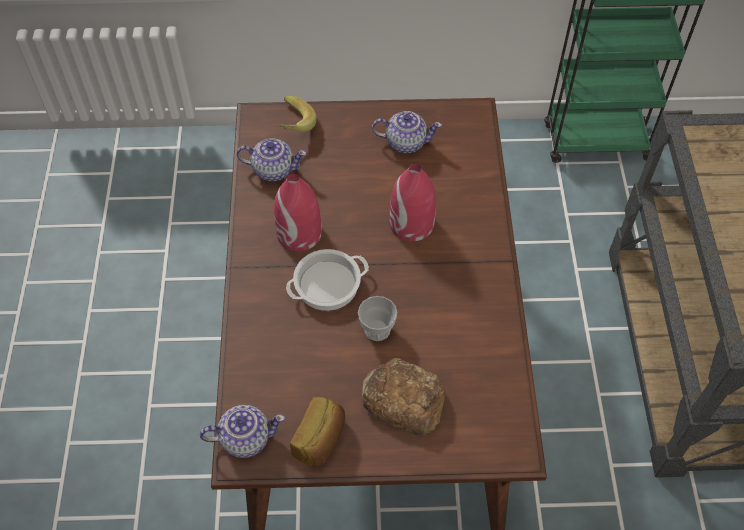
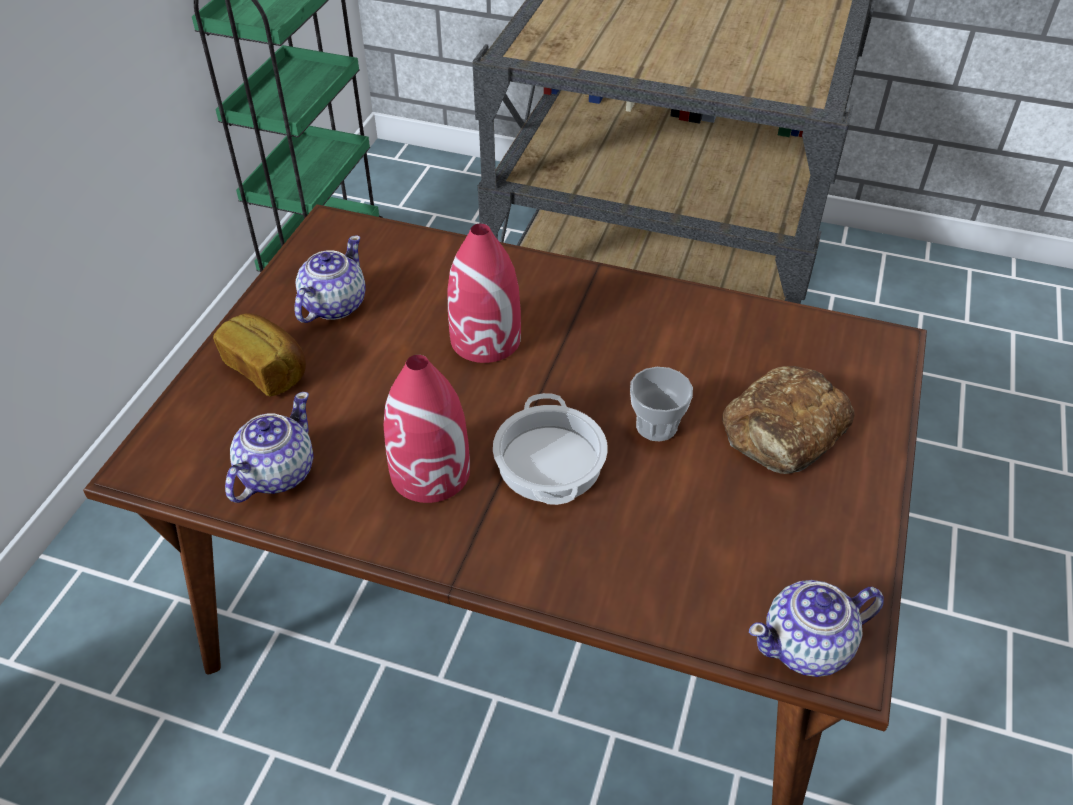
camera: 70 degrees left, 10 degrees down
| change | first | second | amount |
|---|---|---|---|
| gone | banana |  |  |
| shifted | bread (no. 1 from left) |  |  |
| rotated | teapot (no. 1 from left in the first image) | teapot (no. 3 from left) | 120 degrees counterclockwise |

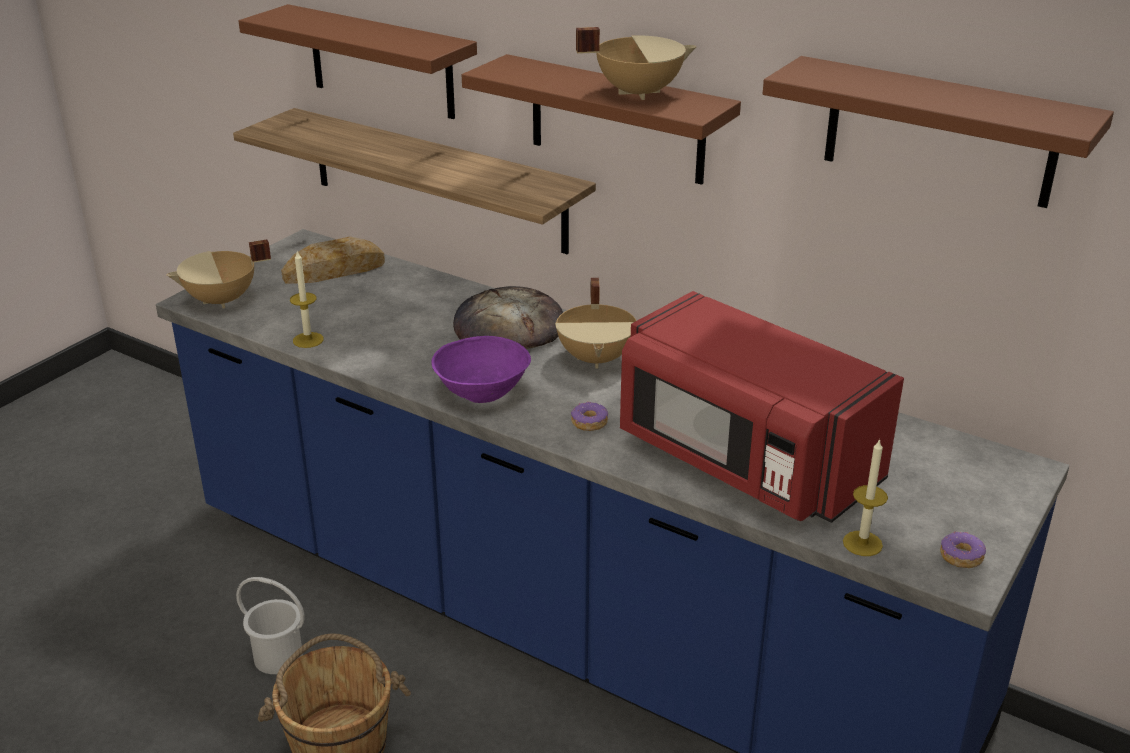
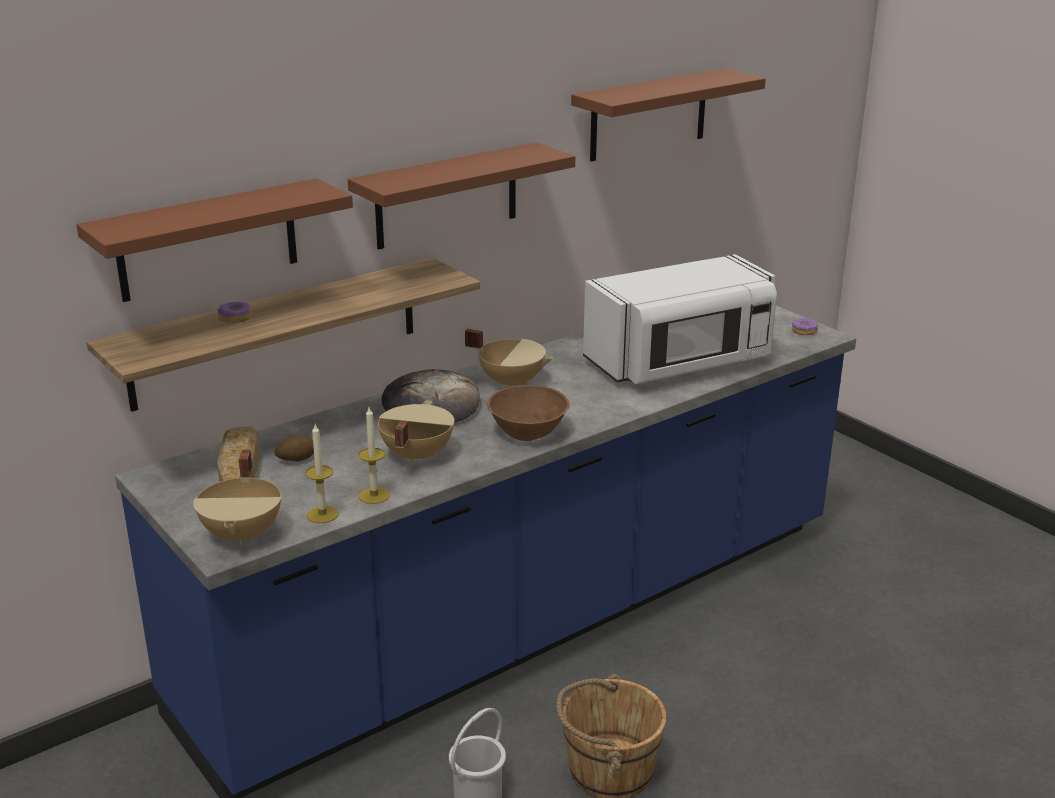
camera: 70 degrees left, 5 degrees down
| change | first | second | amount |
|---|---|---|---|
| shifted | beige cooking pot (no. 3 from left in the first image) | beige cooking pot (no. 2 from left) |  |
| repainted | red microwave | white microwave |  |
| repainted | purple bowl | brown bowl |  |
| shifted | donut (no. 1 from left) |  |  |
| shifted | candle (no. 2 from left in the first image) | candle (no. 1 from left) |  |
| new |  | potato |  |

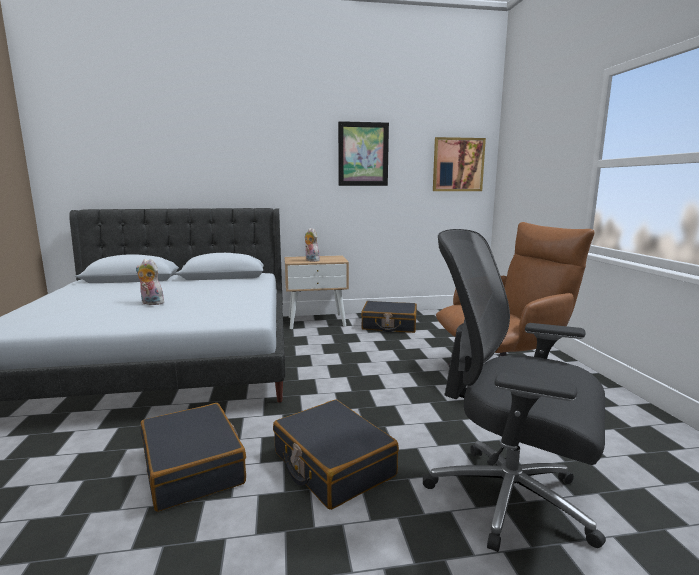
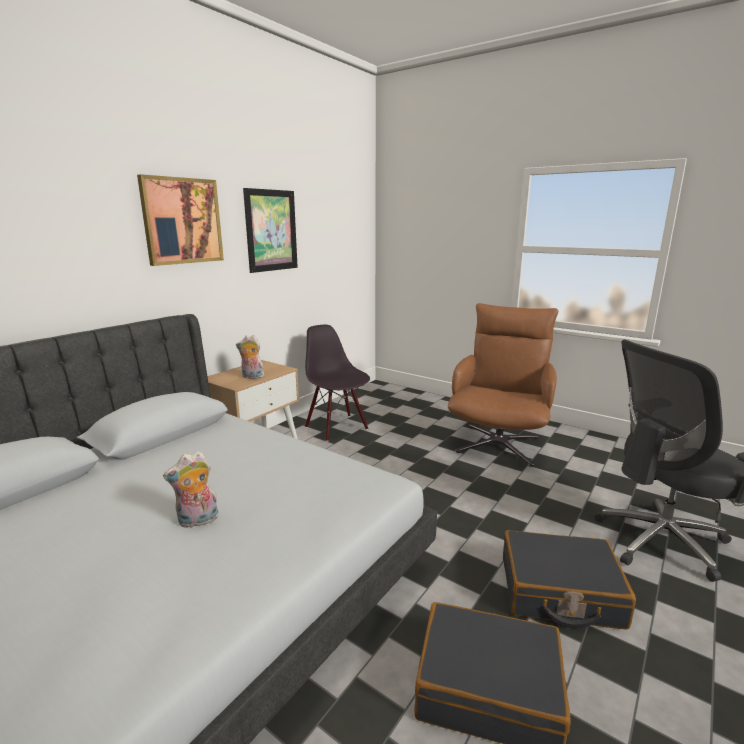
camera: 45 degrees left, 5 degrees up
| change | first | second | amount |
|---|---|---|---|
| shifted | picture (no. 2 from left in the first image) | picture (no. 1 from left) |  |
| swapped | black suitcase (no. 3 from left) | black chair |  |

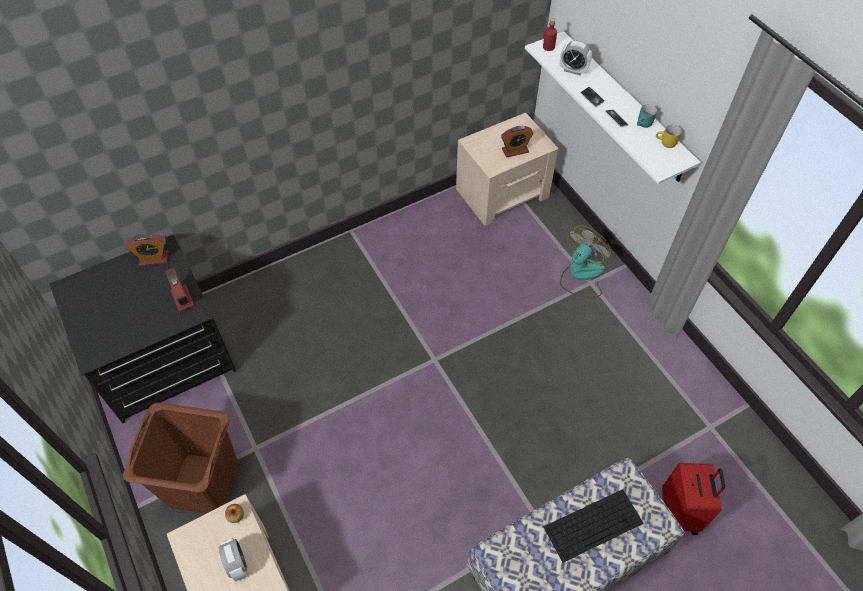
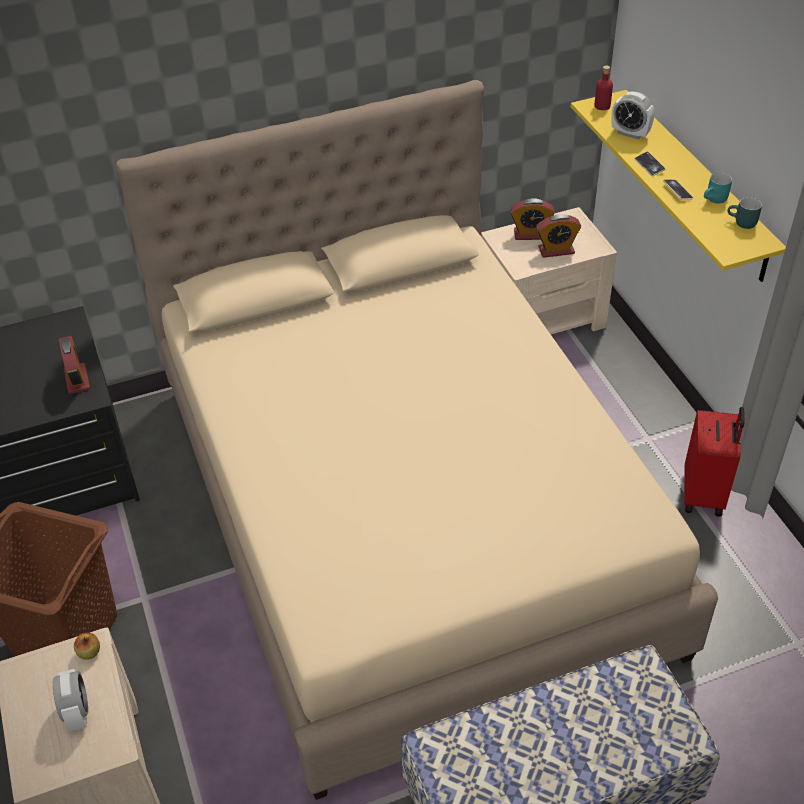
camera: 10 degrees right, 10 degrees down
| change | first | second | amount |
|---|---|---|---|
| repainted | white shelf | yellow shelf |  |
| repainted | yellow mug | turquoise mug (no. 2 from left) |  |
| gone | fan |  |  |
| shifted | alarm clock (no. 1 from left in the first image) | alarm clock (no. 3 from left) |  |
| shifted | red suitcase |  |  |
| gone | keyboard |  |  |
| new |  | beige bed |  |

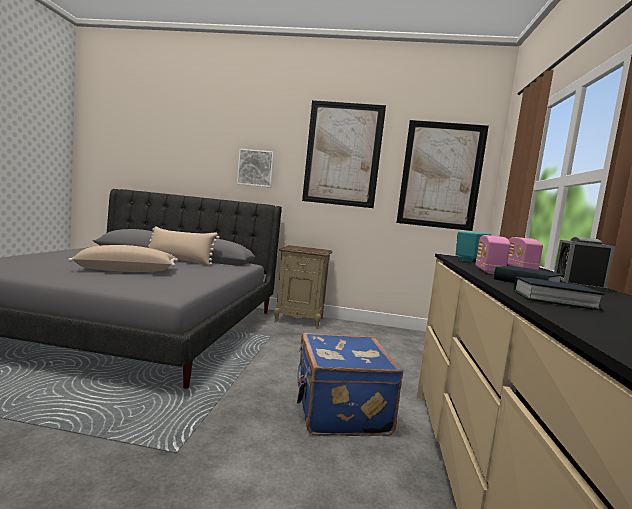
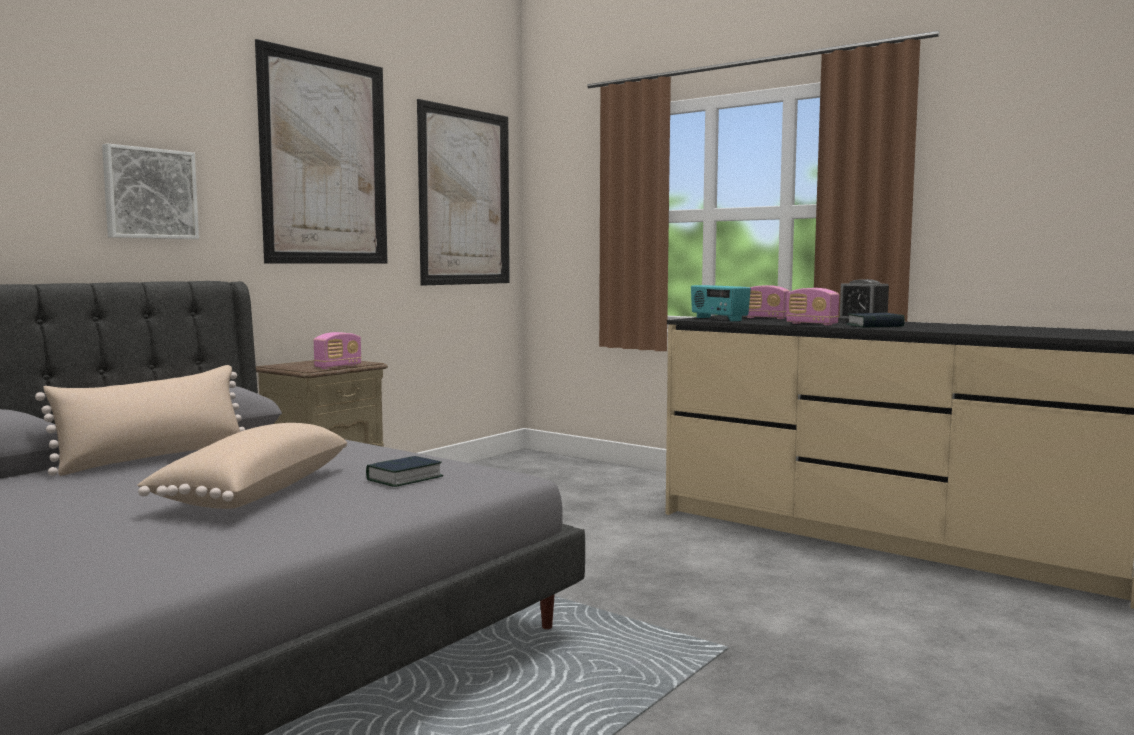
camera: 60 degrees left, 0 degrees up
| change | first | second | amount |
|---|---|---|---|
| shifted | book (no. 2 from left in the first image) | book (no. 1 from left) |  |
| gone | blue suitcase |  |  |
| new |  | radio (no. 1 from left) |  |

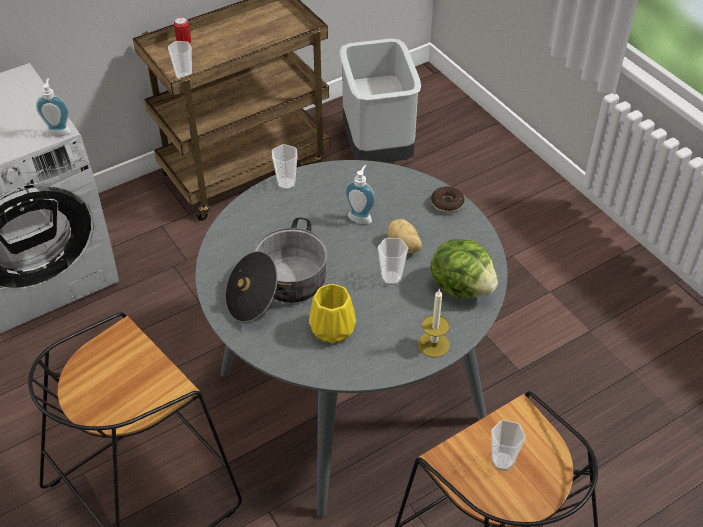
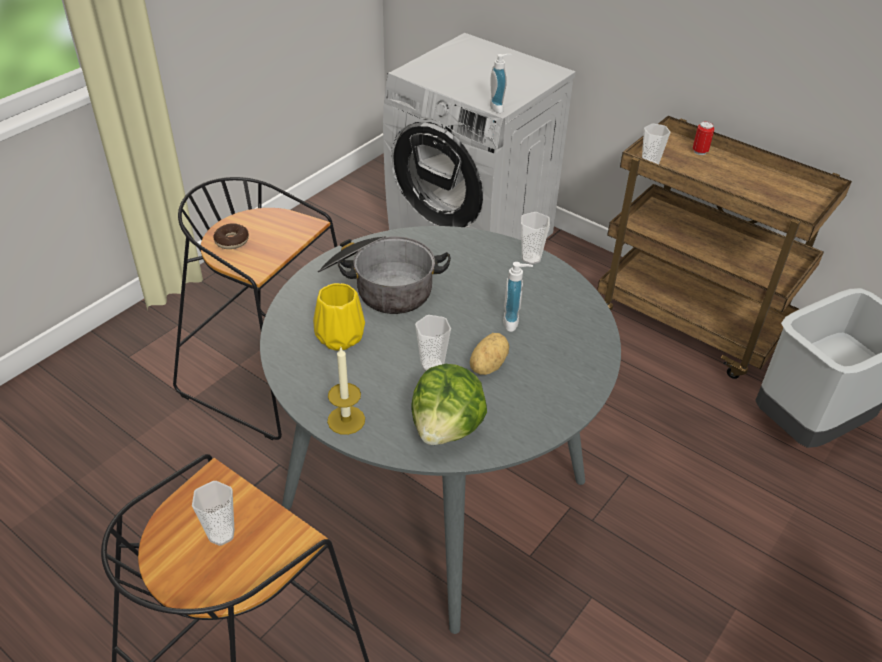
camera: 70 degrees right, 5 degrees down
| change | first | second | amount |
|---|---|---|---|
| shifted | donut |  |  |

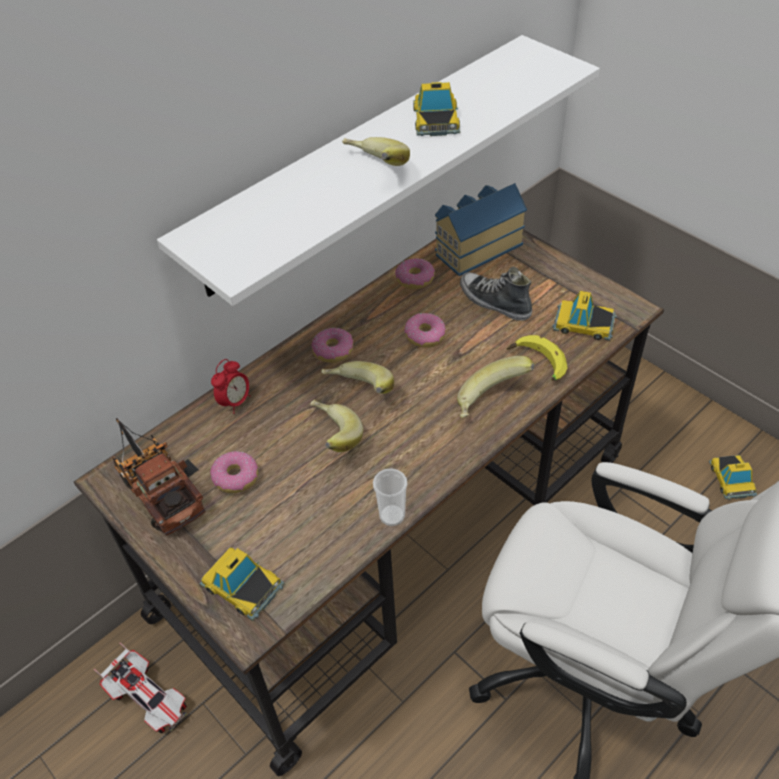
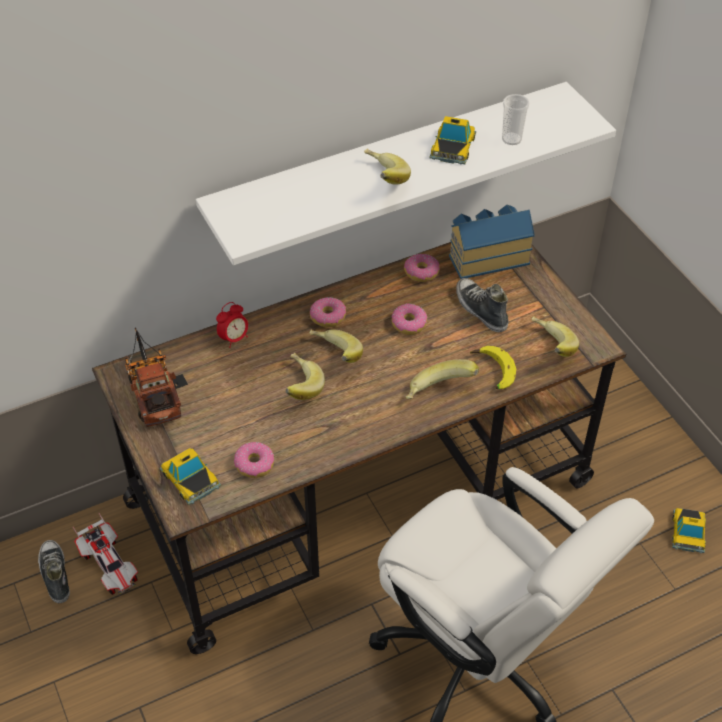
camera: 15 degrees right, 0 degrees up
| change | first | second | amount |
|---|---|---|---|
| swapped | toy car (no. 4 from left) | banana (no. 6 from left) |  |
| shifted | donut (no. 1 from left) |  |  |
| shifted | cup |  |  |
| new |  | shoe (no. 1 from left) |  |

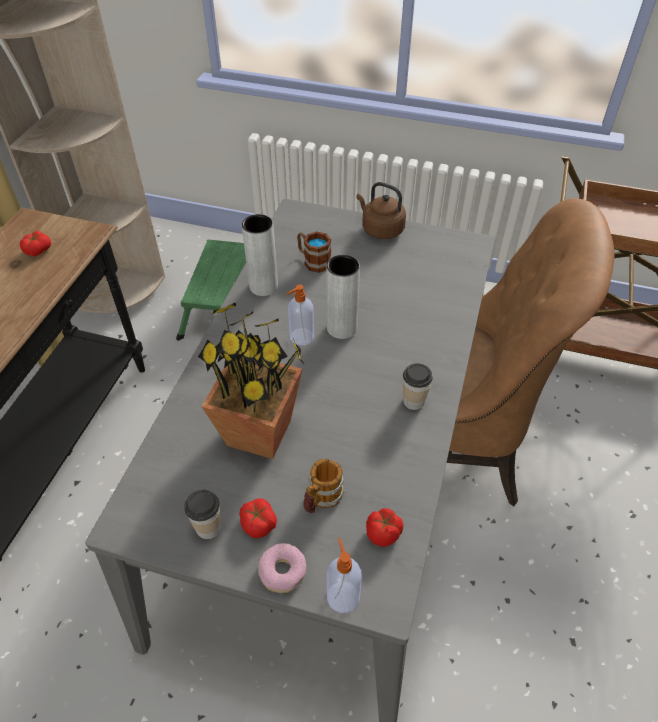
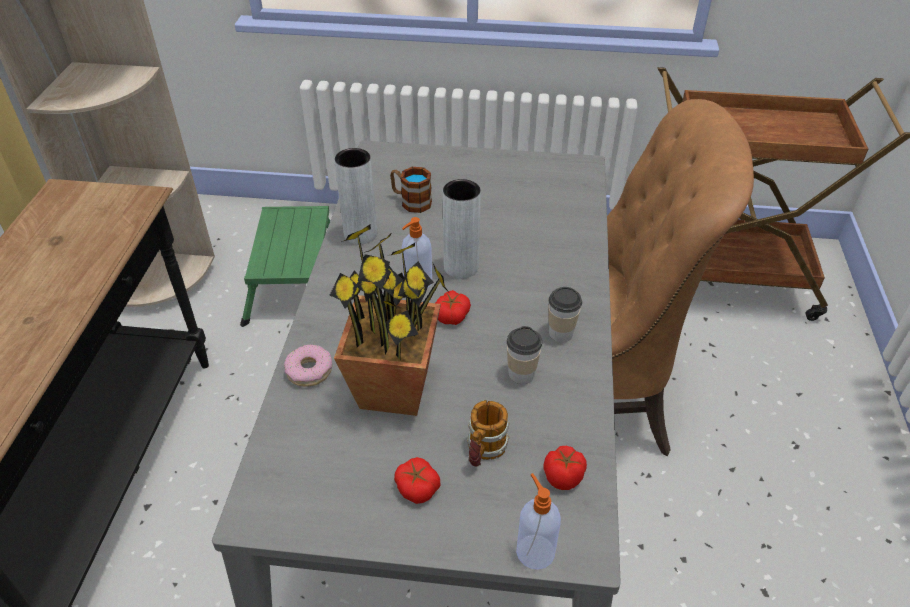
camera: 10 degrees left, 5 degrees down
| change | first | second | amount |
|---|---|---|---|
| gone | brown kettle |  |  |
| shifted | tomato (no. 1 from left in the first image) | tomato (no. 2 from left) |  |
| shifted | cup (no. 1 from left) |  |  |
| shifted | donut |  |  |

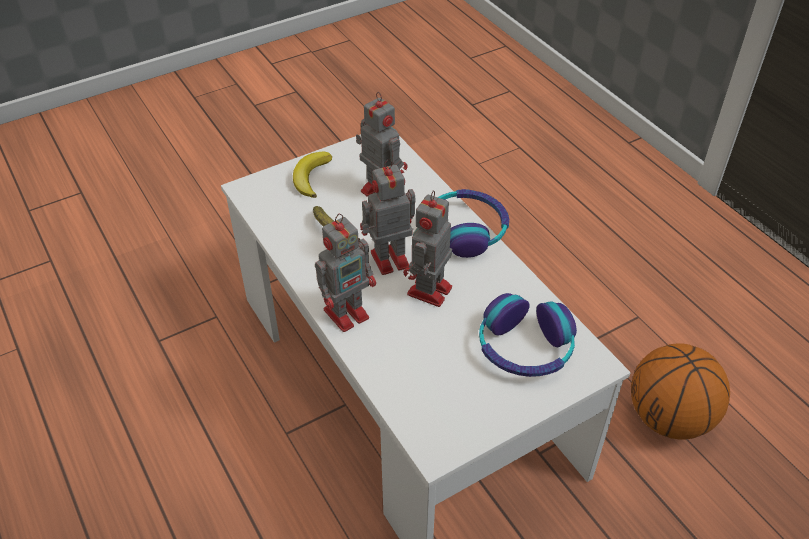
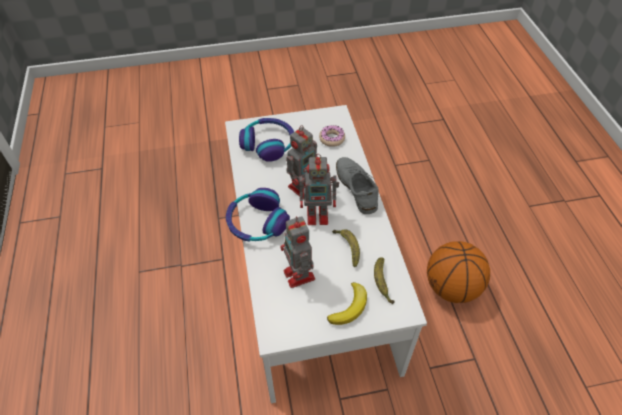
camera: 160 degrees left, 5 degrees up
| change | first | second | amount |
|---|---|---|---|
| swapped | toy robot (no. 1 from left) | grey shoe |  |
| shifted | basketball |  |  |
| new |  | donut |  |
| new |  | banana (no. 3 from left) |  |

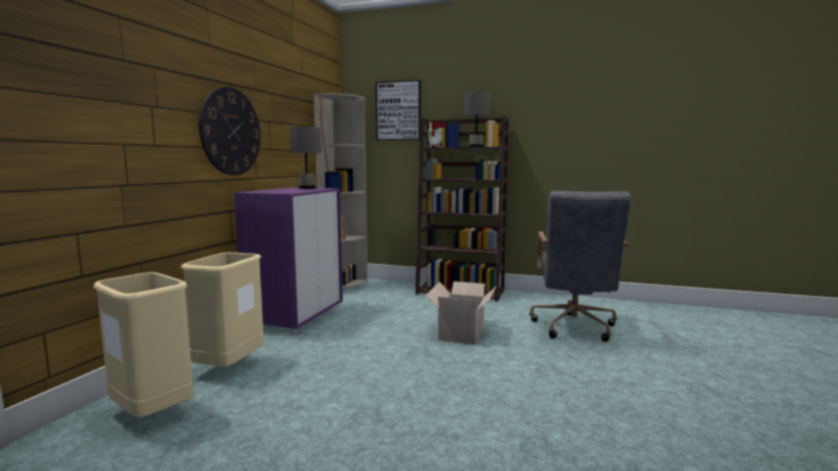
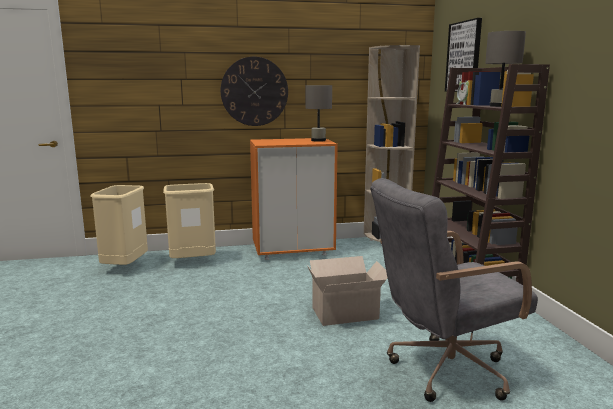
camera: 60 degrees right, 5 degrees up
| change | first | second | amount |
|---|---|---|---|
| repainted | purple cabinet | orange cabinet |  |

